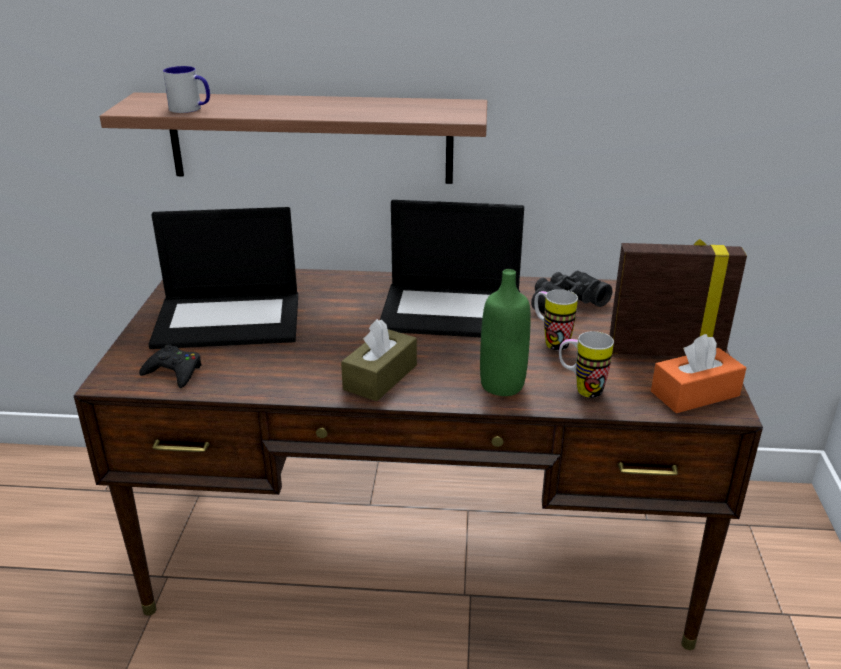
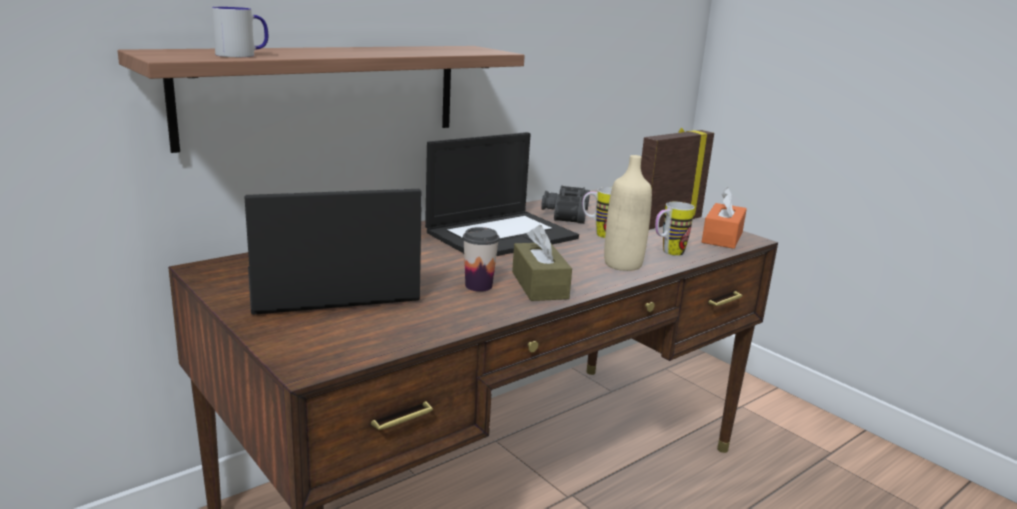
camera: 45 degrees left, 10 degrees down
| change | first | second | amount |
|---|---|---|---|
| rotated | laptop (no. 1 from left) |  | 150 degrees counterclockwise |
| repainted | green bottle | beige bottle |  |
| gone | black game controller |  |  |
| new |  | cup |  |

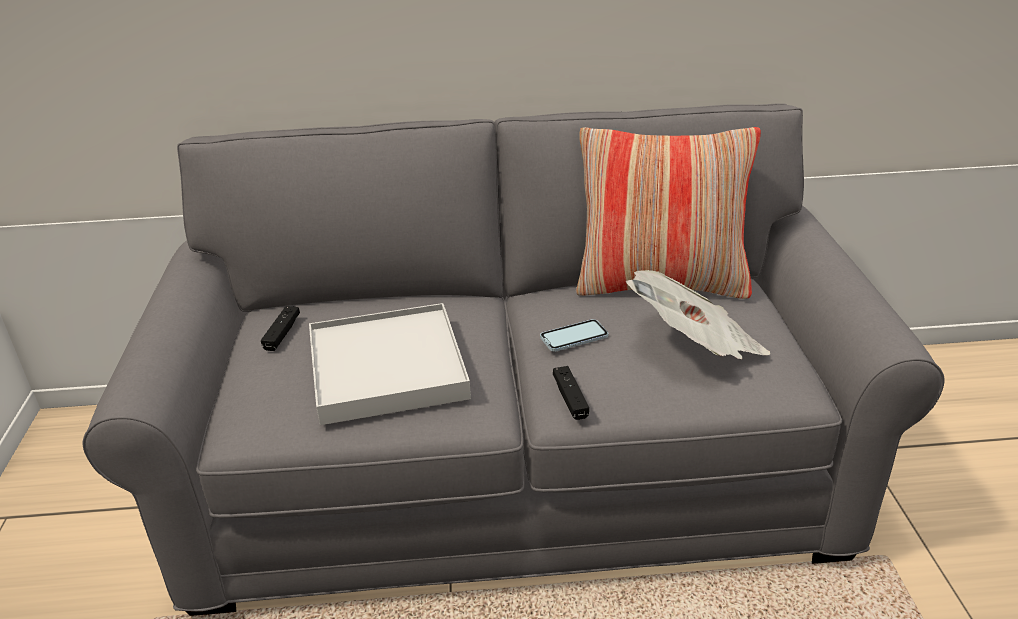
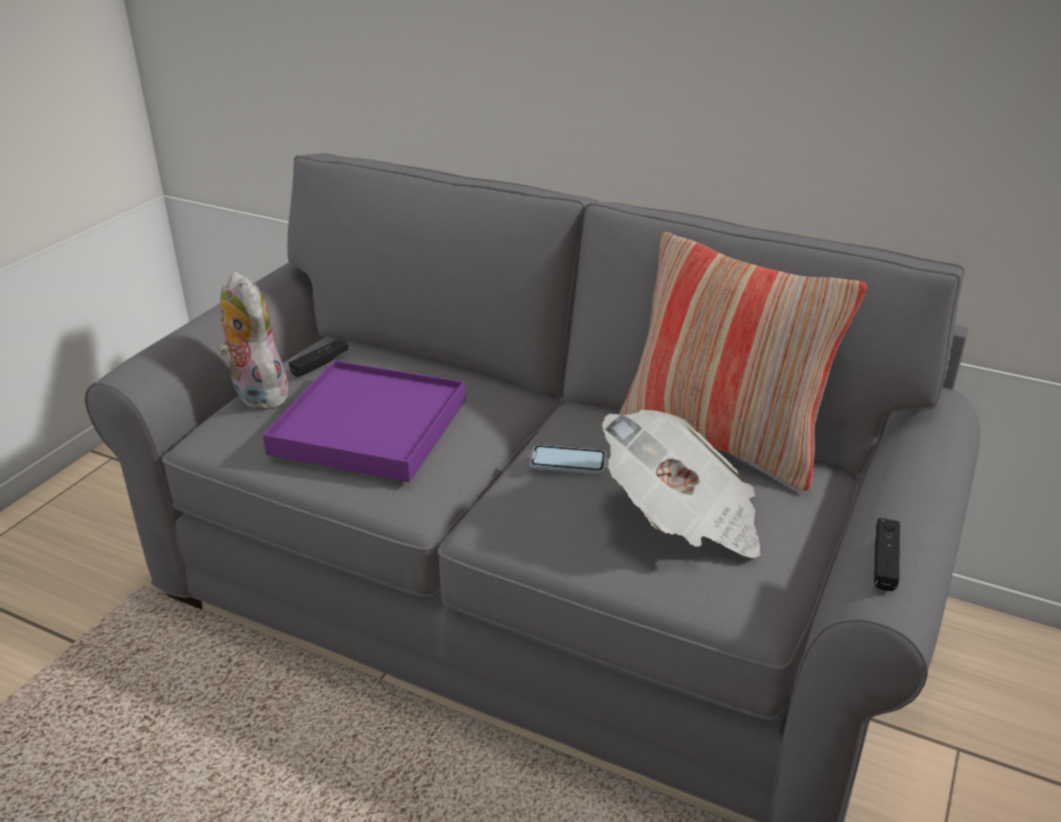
camera: 30 degrees right, 0 degrees up
| change | first | second | amount |
|---|---|---|---|
| repainted | white tray | purple tray |  |
| shifted | black game controller (no. 2 from left) |  |  |
| new |  | plush toy |  |

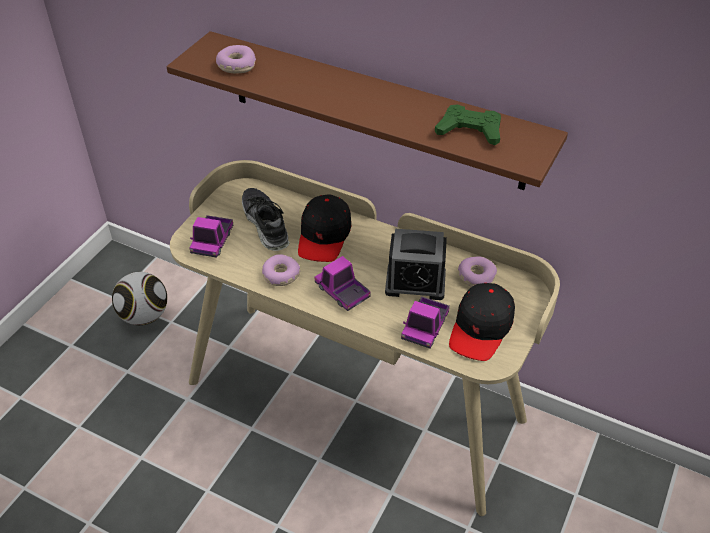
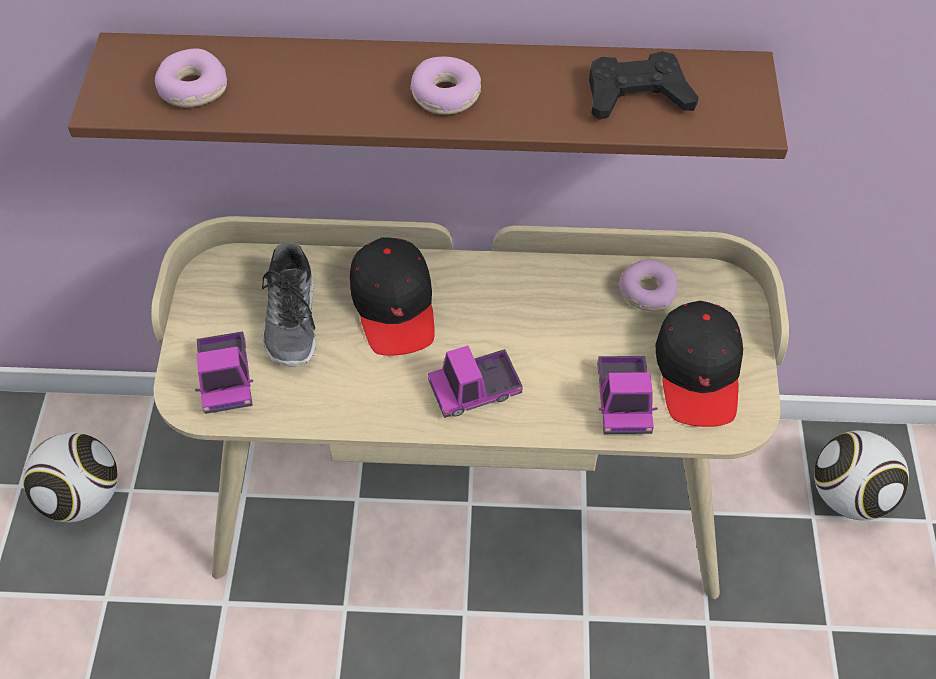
camera: 25 degrees left, 10 degrees up
| change | first | second | amount |
|---|---|---|---|
| repainted | green game controller | black game controller |  |
| rotated | shoe |  | 135 degrees counterclockwise |
| gone | alarm clock |  |  |
| shifted | donut (no. 2 from left) |  |  |
| rotated | toy truck (no. 2 from left) |  | 45 degrees counterclockwise |
| new |  | football (no. 2 from left) |  |

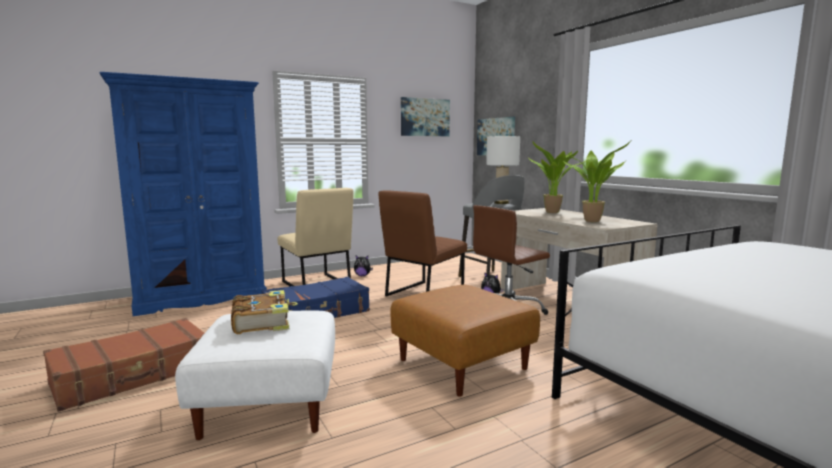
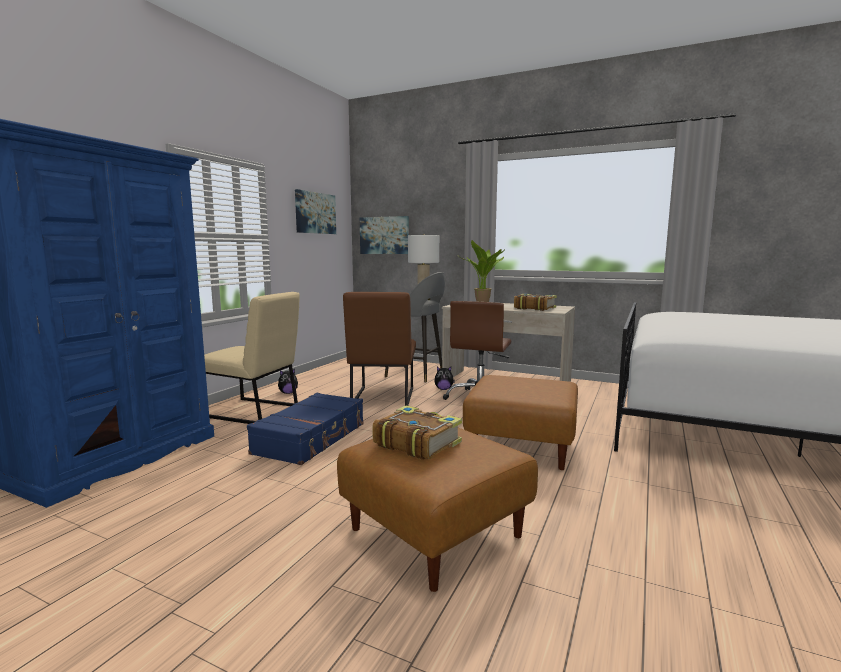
camera: 35 degrees left, 0 degrees up
| change | first | second | amount |
|---|---|---|---|
| swapped | potted plant (no. 2 from left) | book (no. 2 from left) |  |
| repainted | white ottoman | brown ottoman (no. 1 from left) |  |
| gone | brown suitcase |  |  |

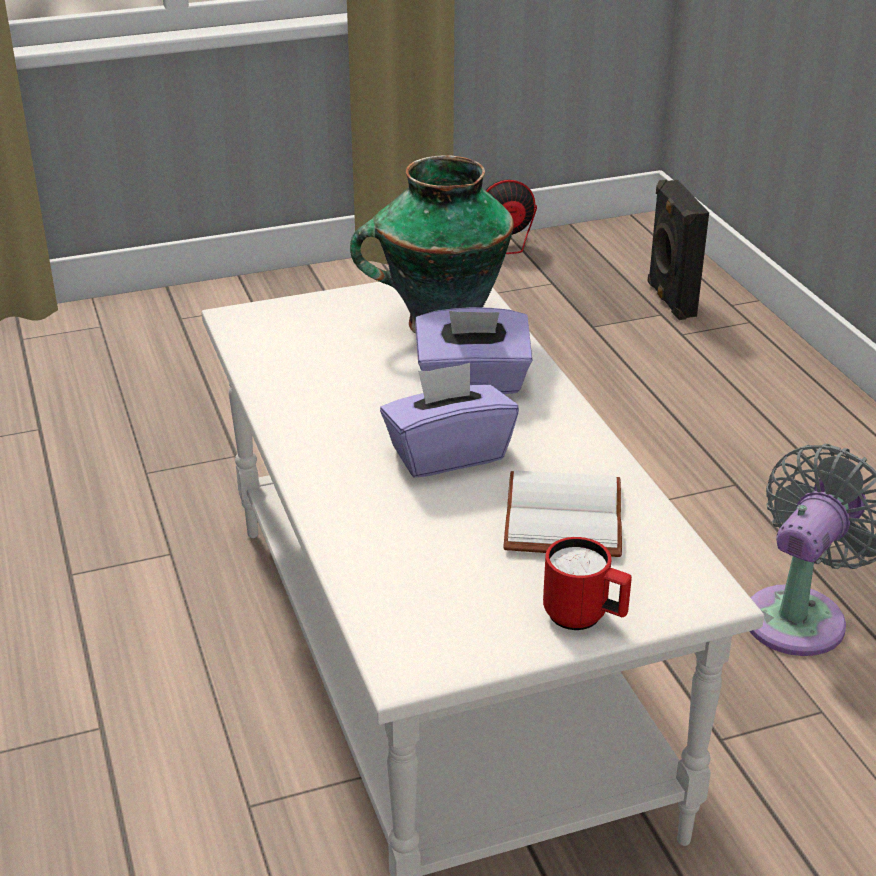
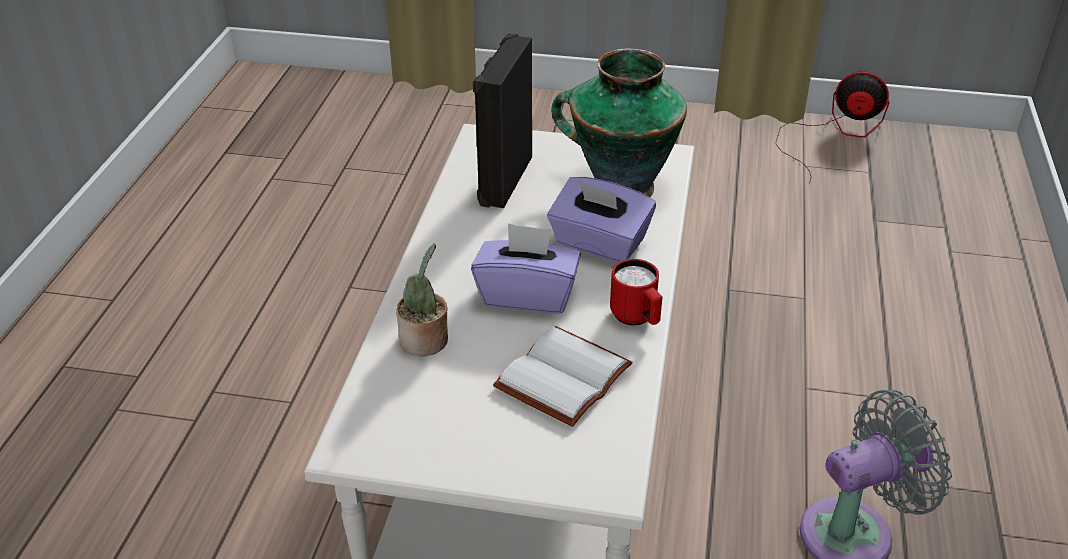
camera: 30 degrees right, 5 degrees up
| change | first | second | amount |
|---|---|---|---|
| shifted | black speaker |  |  |
| shifted | red mug |  |  |
| new |  | potted plant |  |

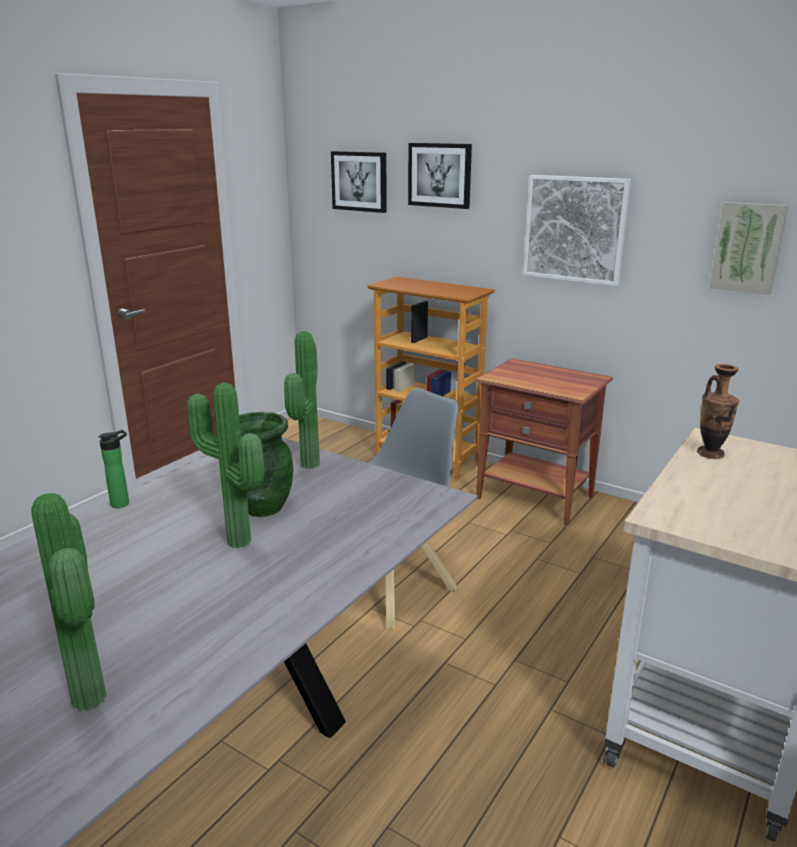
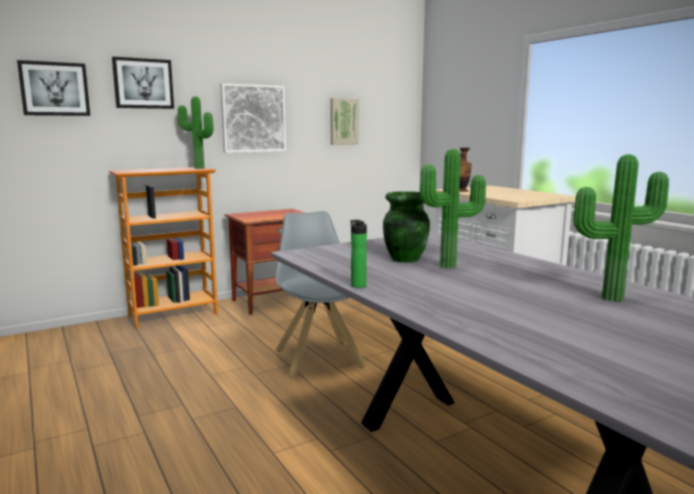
camera: 65 degrees left, 10 degrees down
| change | first | second | amount |
|---|---|---|---|
| shifted | potted plant (no. 3 from left in the first image) | potted plant (no. 1 from left) |  |

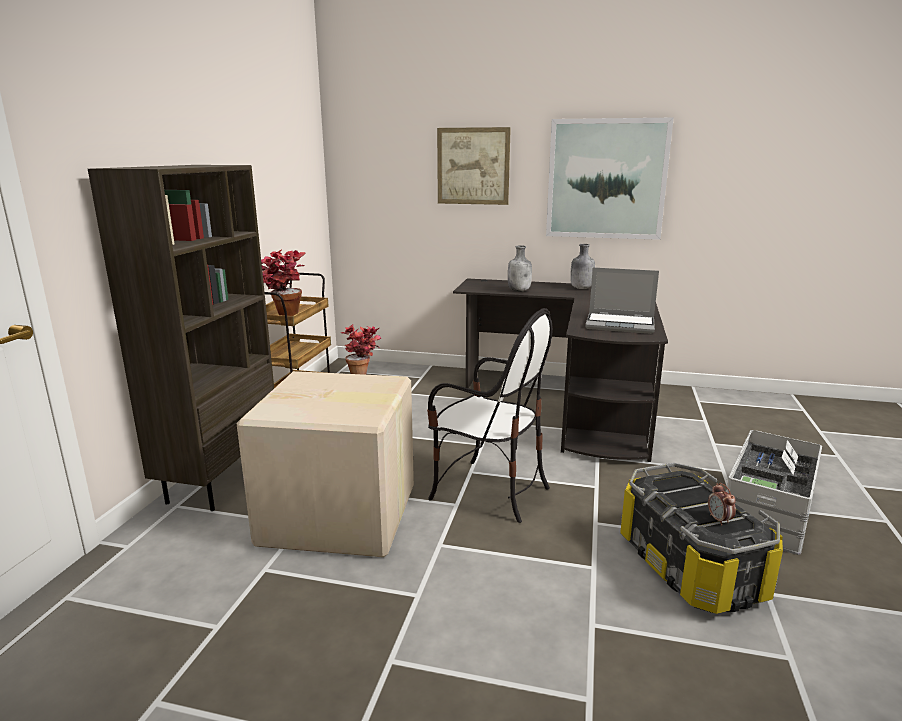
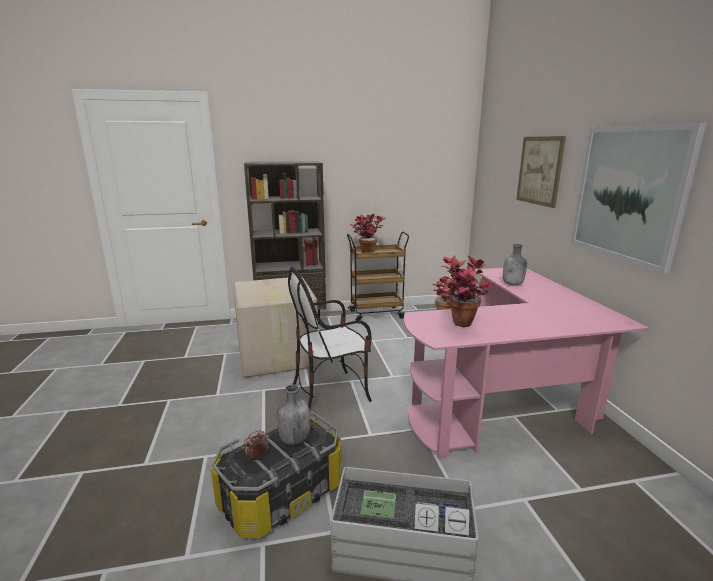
camera: 65 degrees right, 0 degrees up
| change | first | second | amount |
|---|---|---|---|
| shifted | grey bottle (no. 2 from left in the first image) | grey bottle (no. 1 from left) |  |
| swapped | laptop | potted plant (no. 3 from left) |  |
| repainted | black desk | pink desk |  |
| rotated | chair |  | 60 degrees clockwise |

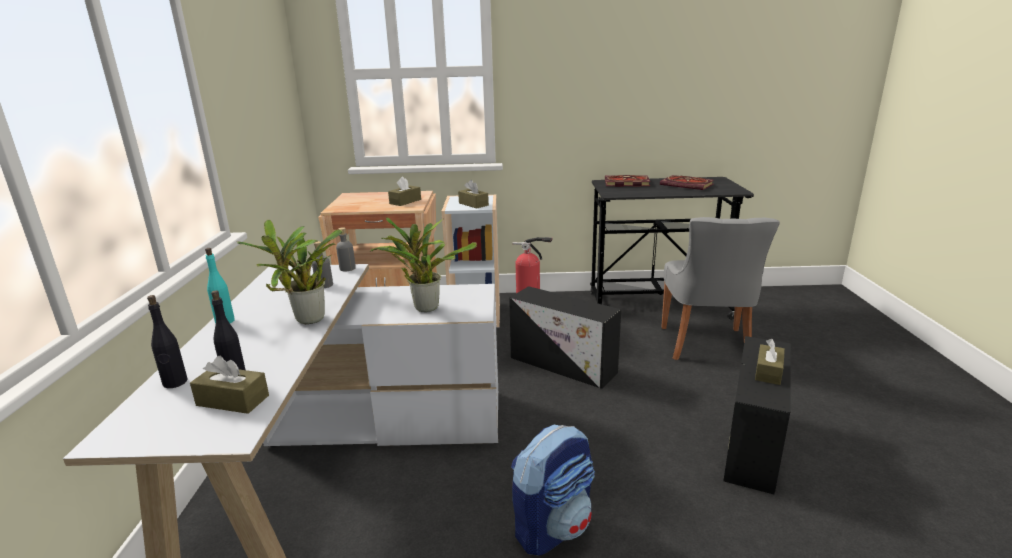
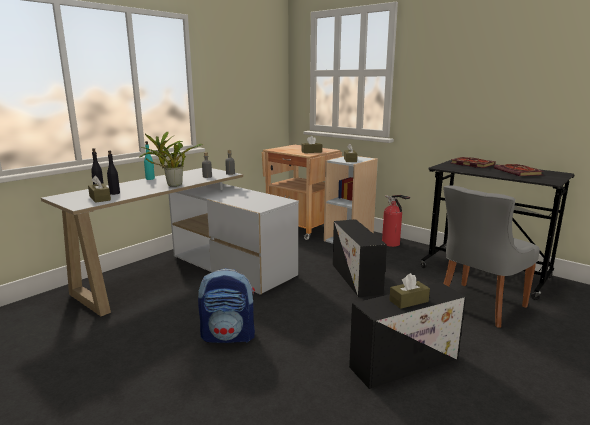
camera: 40 degrees right, 5 degrees down
| change | first | second | amount |
|---|---|---|---|
| gone | potted plant (no. 2 from left) |  |  |

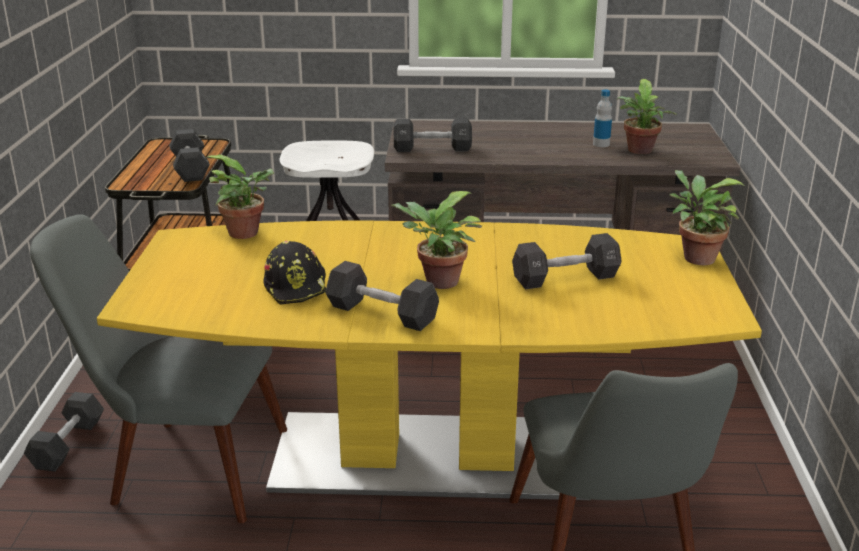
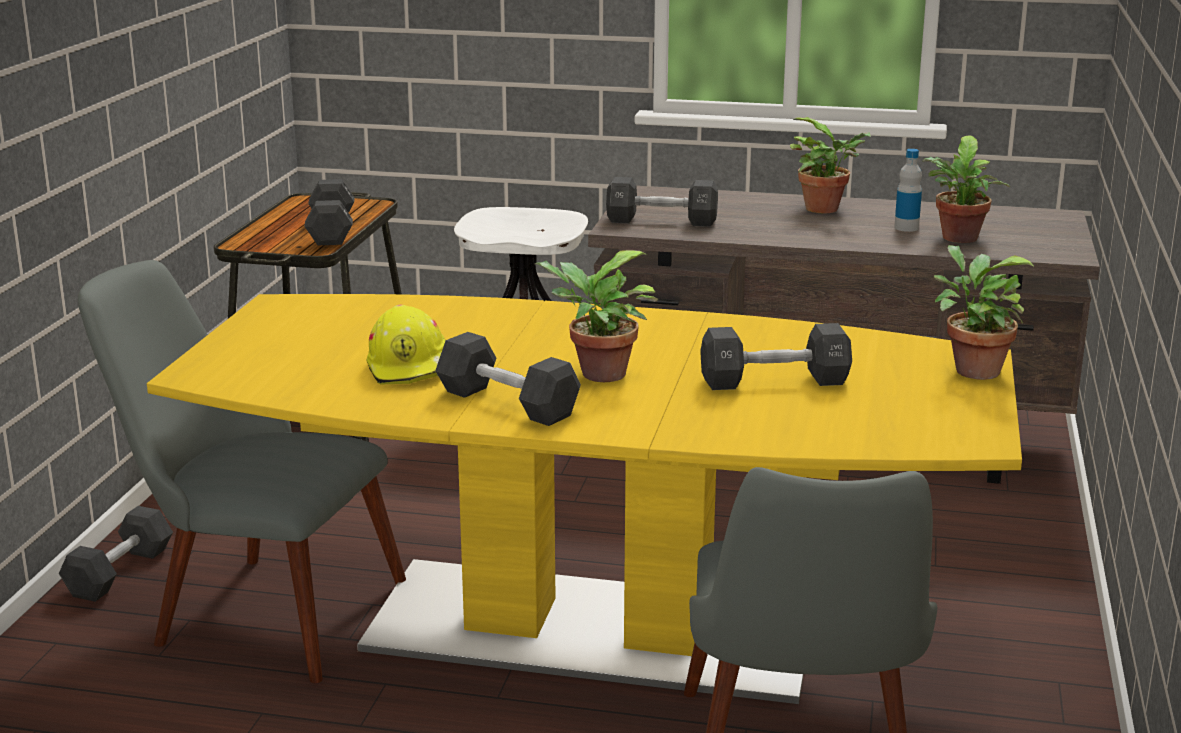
camera: 10 degrees right, 5 degrees down
| change | first | second | amount |
|---|---|---|---|
| shifted | potted plant (no. 1 from left in the first image) | potted plant (no. 2 from left) |  |
| repainted | black hard hat | yellow hard hat |  |

